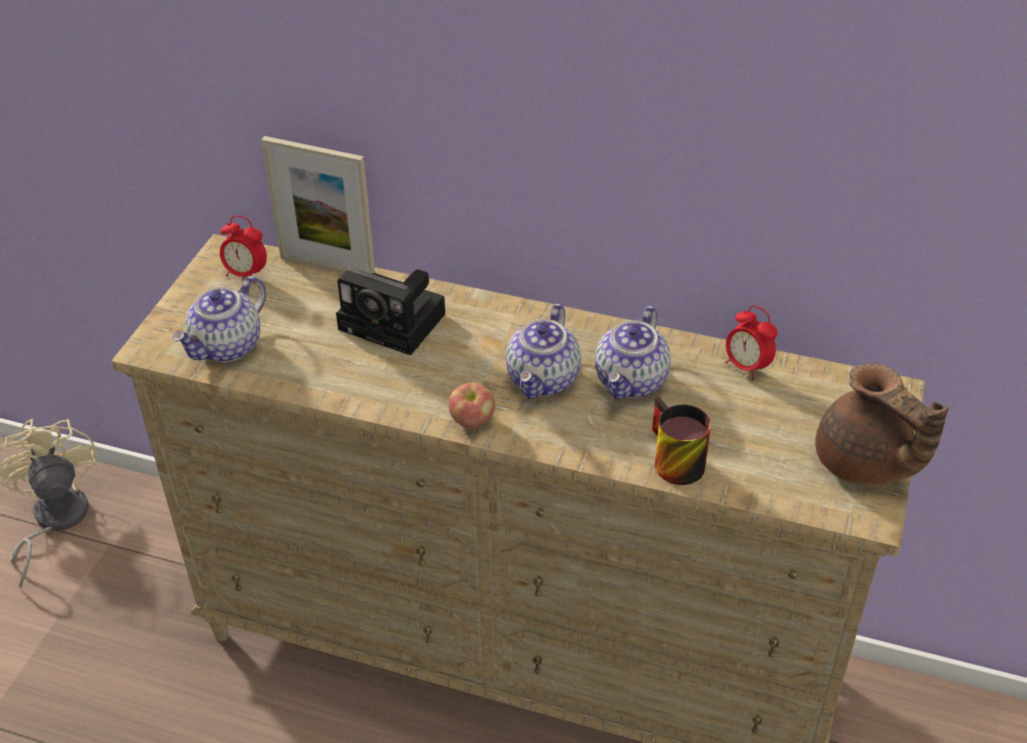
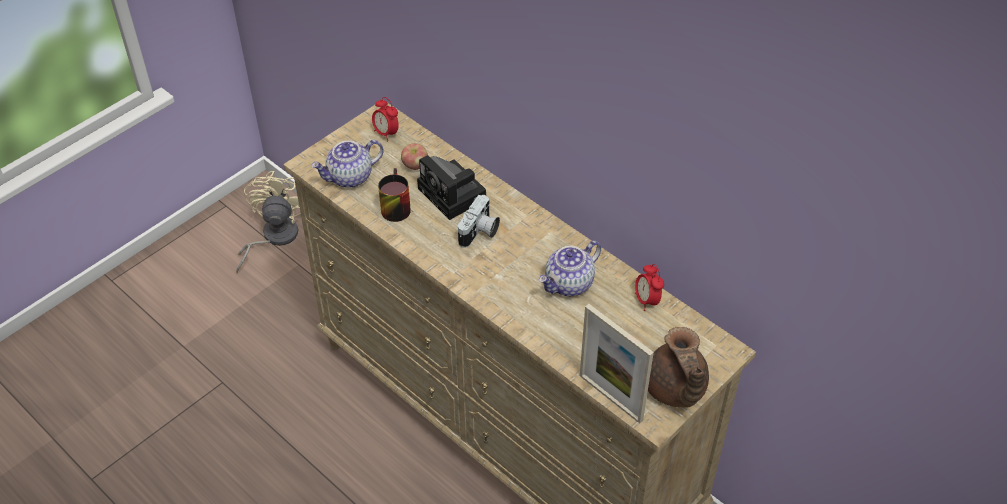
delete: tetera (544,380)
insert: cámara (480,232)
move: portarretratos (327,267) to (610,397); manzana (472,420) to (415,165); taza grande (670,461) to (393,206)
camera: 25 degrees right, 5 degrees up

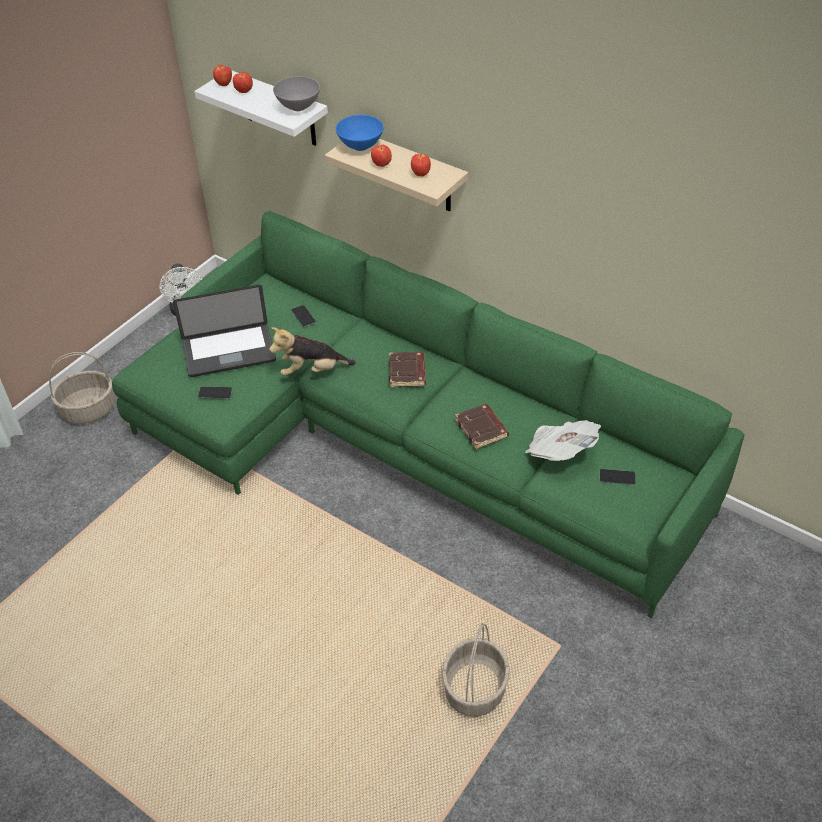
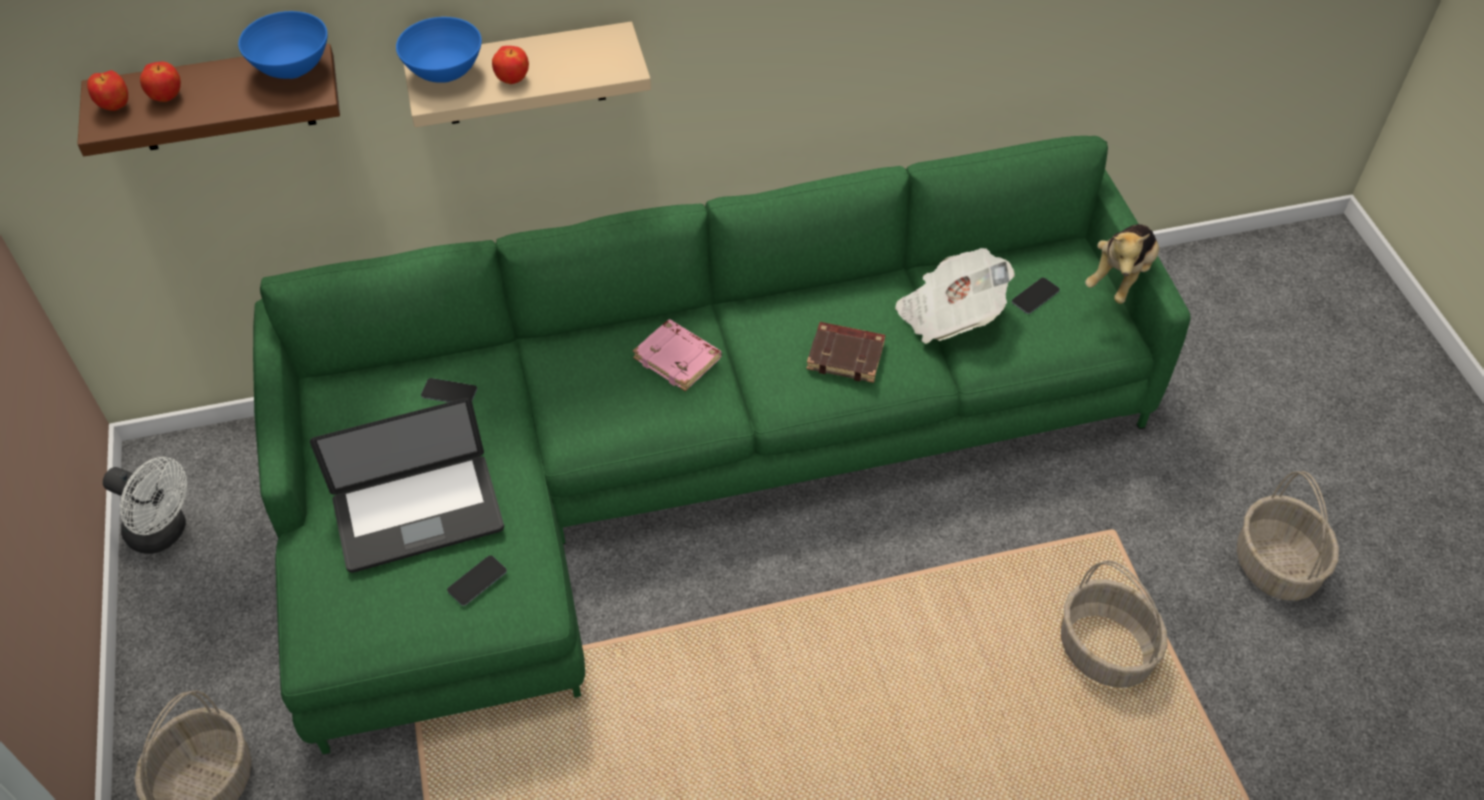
delete: manzana (420,174)
insert: cesta (1277,566)
move: peluche (312,370) to (1120,277)
recolor: estante/blanco (279,109) to estante/marrón (221,99); cuenco/gris (299,107) to cuenco/azul (294,70); libro/marrón (408,373) to libro/rosa (679,358)
rotate: portátil (229,352) = (418,514) 45 degrees clockwise
camera: 50 degrees left, 5 degrees up

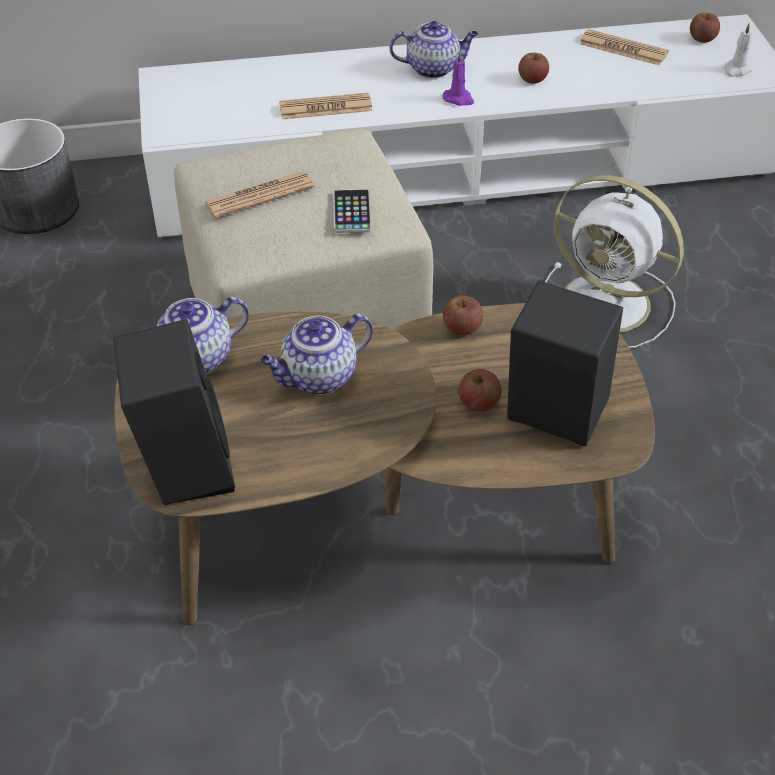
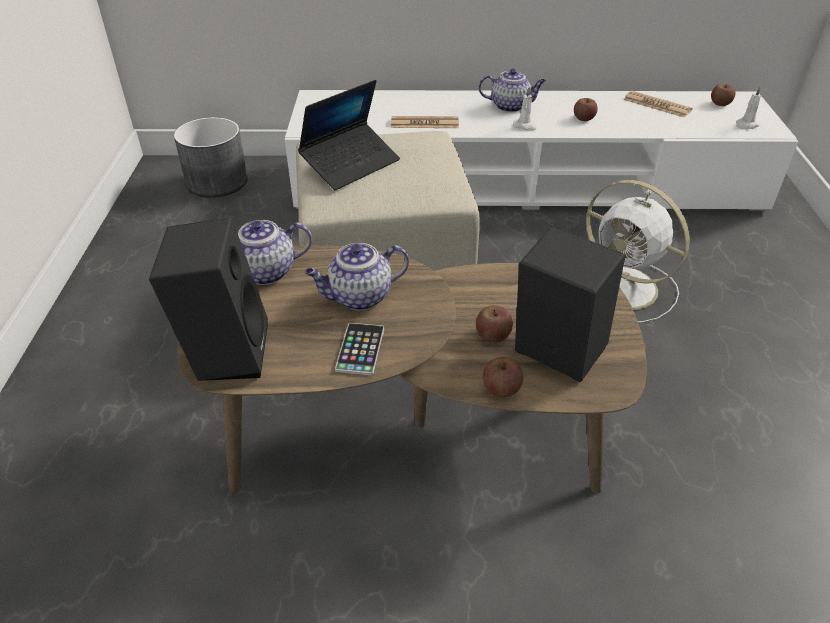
move: móvil (352,212) to (360,349); manzana (462,328) to (501,388)
replace: periódico (259,195) to portátil (351,164)
recolor: vela/morado (459,99) to vela/blanco (525,126)
camera: 10 degrees right, 5 degrees down

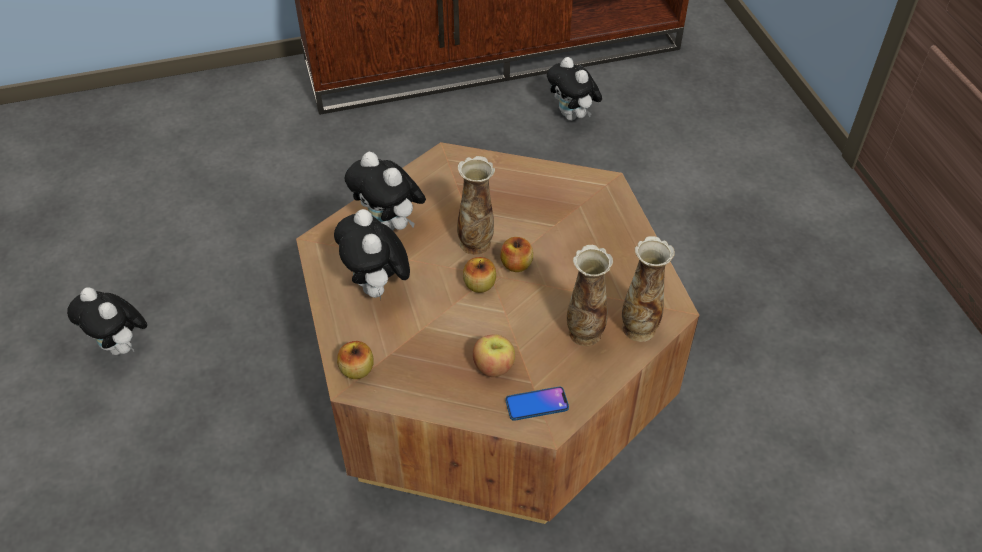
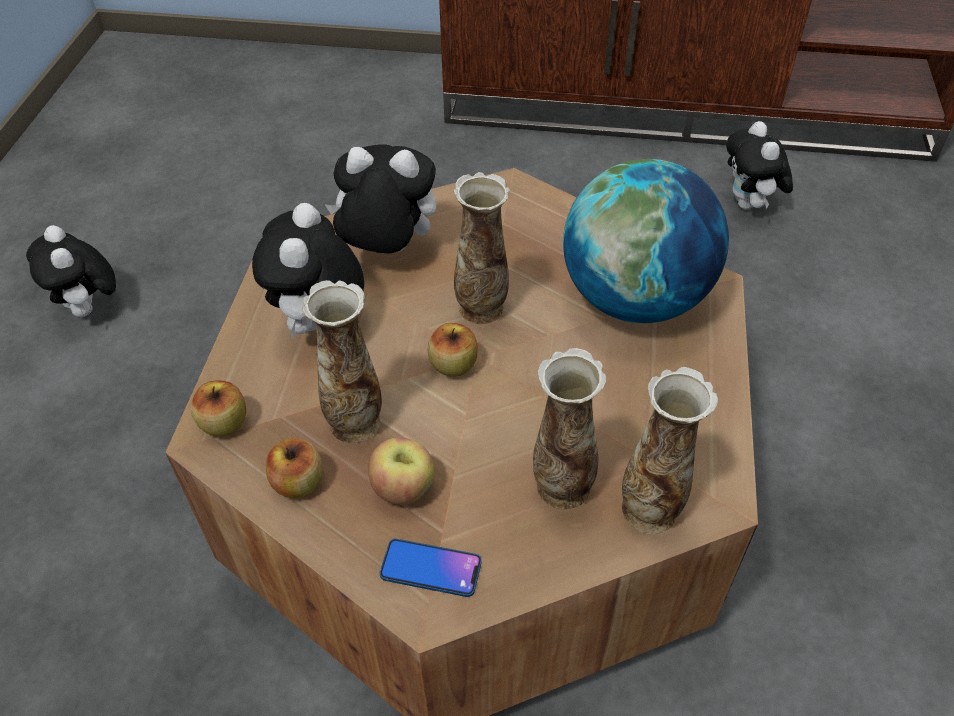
insert: globo terráqueo (634,299); florero (355,421)
move: manzana (516,265) to (298,483)
rotate: peluche (390,225) = (387,250) 120 degrees clockwise
camera: 25 degrees right, 0 degrees up

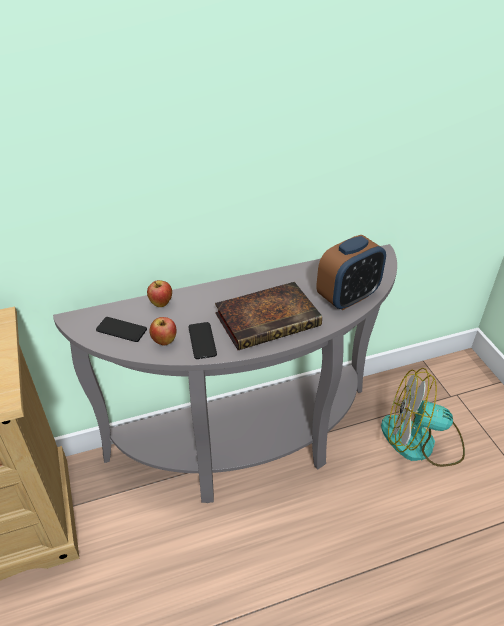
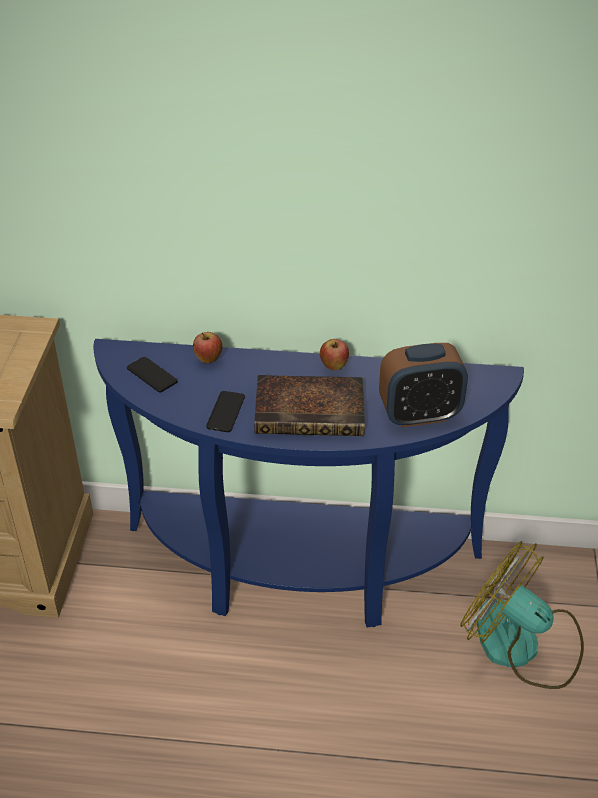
move: manzana (164,341) to (334,367)
recolor: mesa consola/gris (249,447) to mesa consola/azul (299,573)
camera: 25 degrees right, 0 degrees up

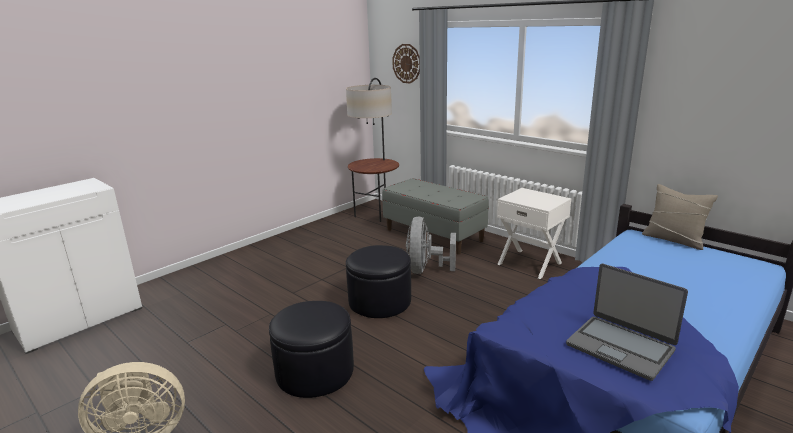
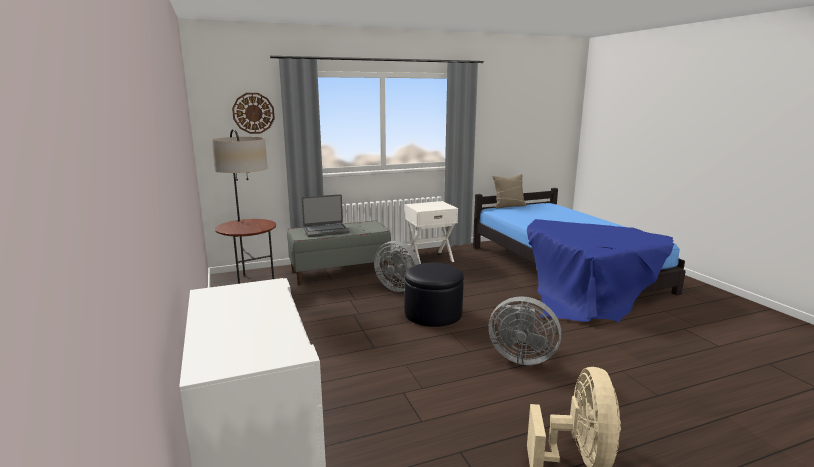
move: portátil (620,347) to (326,231)
replace: puf/negro (315,372) to ventilador/gris (520,357)
camera: 65 degrees left, 5 degrees down

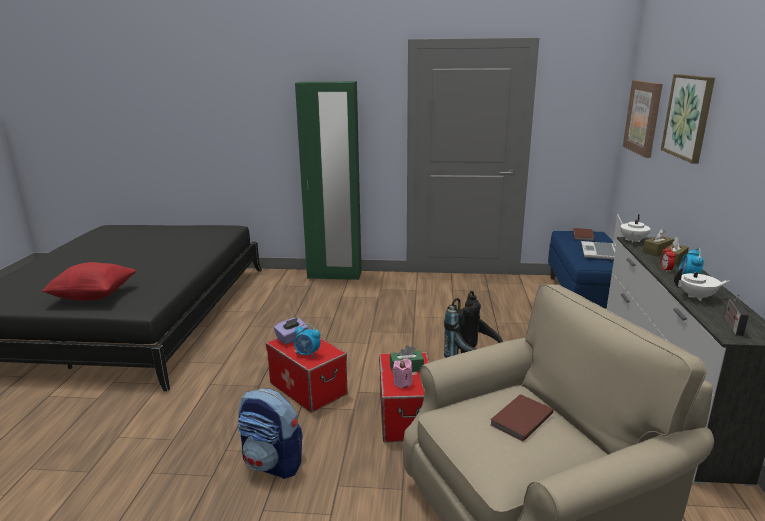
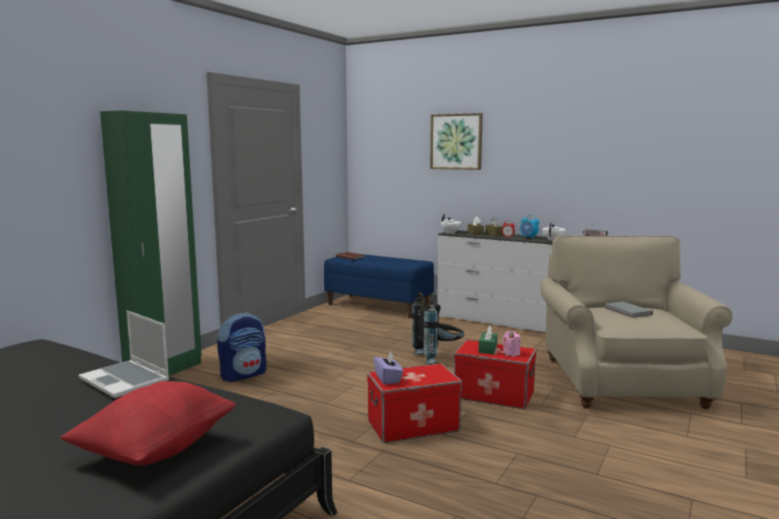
delete: cuadro (643,117); despertador (307,354)
move: portátil (600,252) to (126,380); mochila (273,463) to (244,375)
recolor: libro/marrón (519,419) to libro/gris (627,311)
camera: 65 degrees left, 10 degrees down

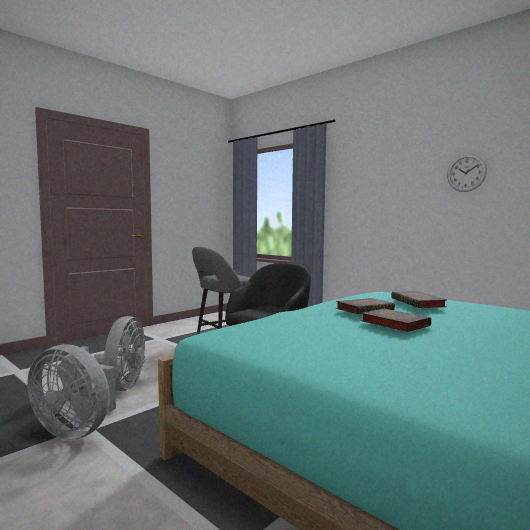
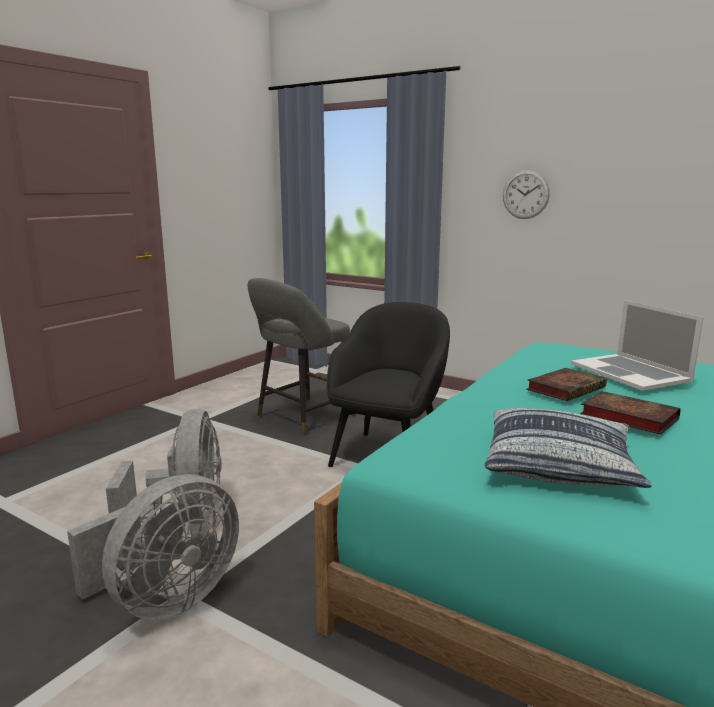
insert: cojín (559,464)
move: reloj de pared (466,173) to (525,194)
replace: libro (419,303) to portátil (630,372)
rotate: ventilador/gris (76,430) = (166,601) 60 degrees counterclockwise
camera: 10 degrees left, 10 degrees up

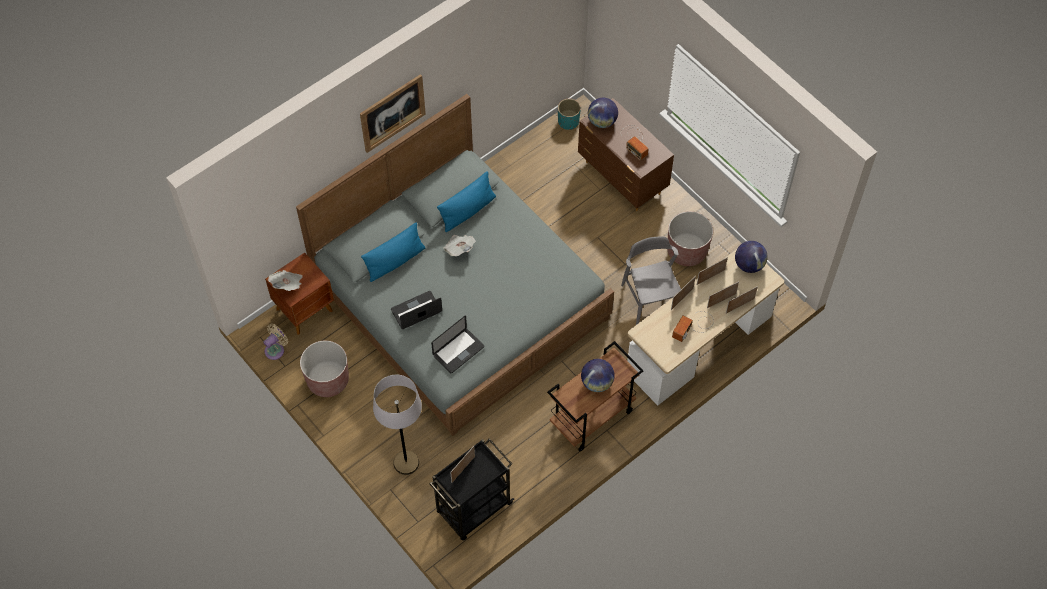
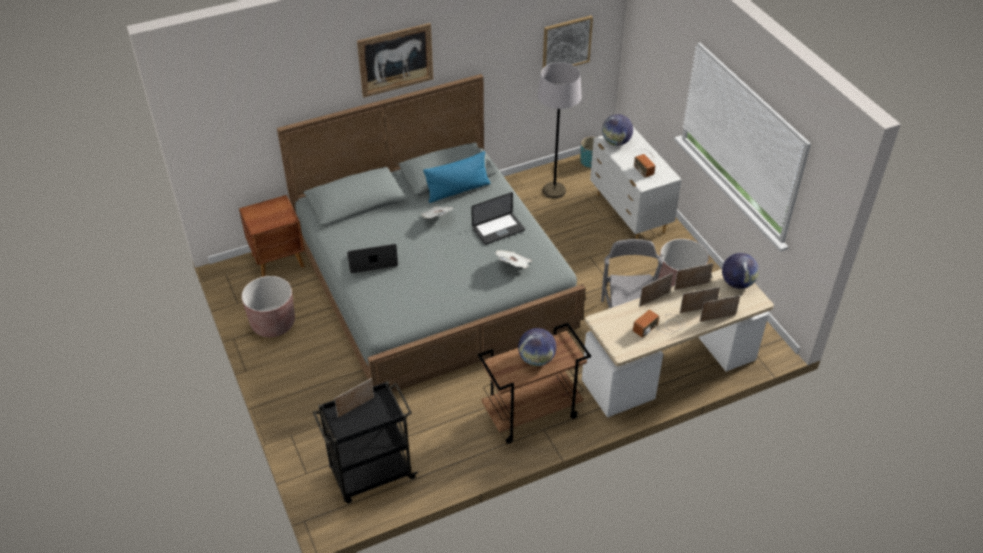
delete: cojín/azul (395,261); ventilador/beis (276,349)
insert: cuadro (566,44)
move: periódico (287,284) to (514,265); portátil (458,351) to (498,229); lámpara de pie/gris (406,463) to (554,191)
recolor: cómoda/marrón (622,179) to cómoda/blanco (629,214)
camera: 15 degrees right, 15 degrees down

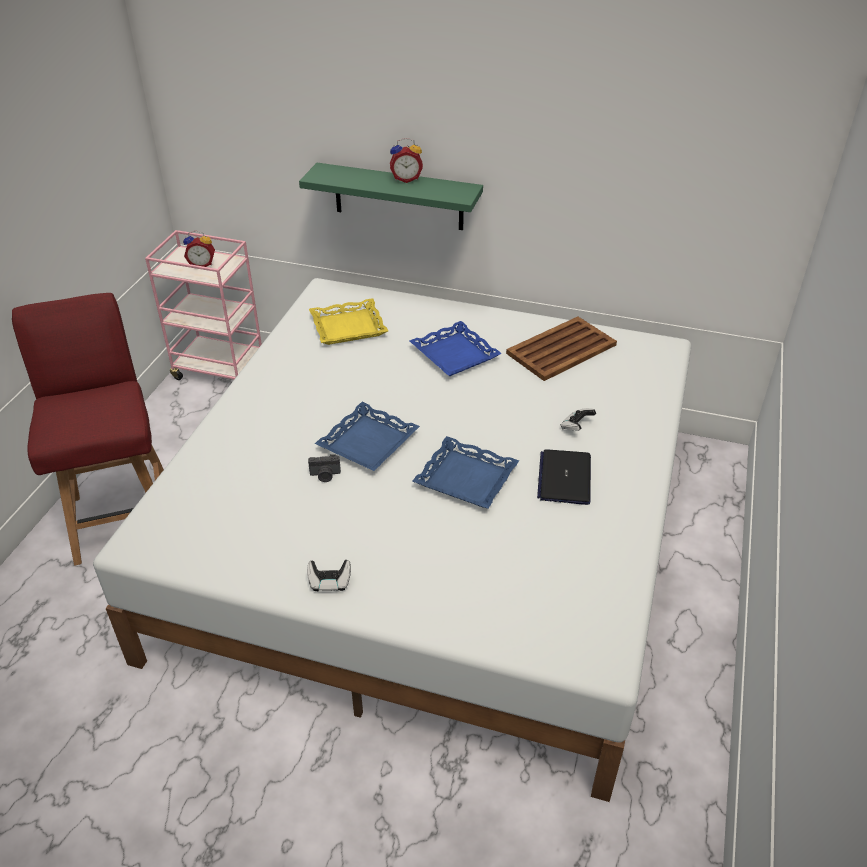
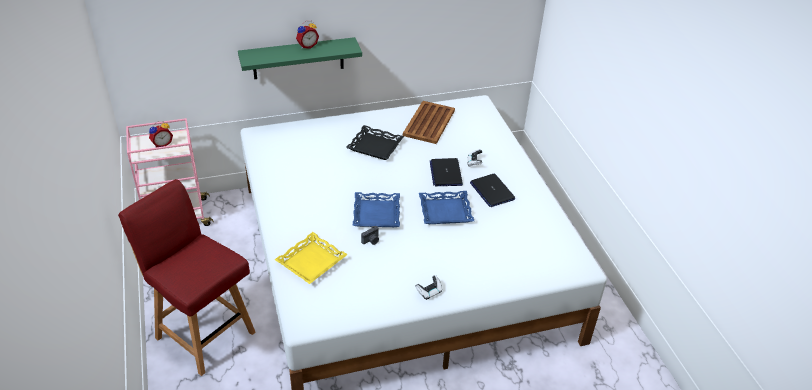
insert: portátil (445,173)
move: bandeja/amarillo (348,327) to (311,262)
recolor: bandeja/azul (455,354) to bandeja/negro (375,146)
camera: 35 degrees left, 0 degrees up

